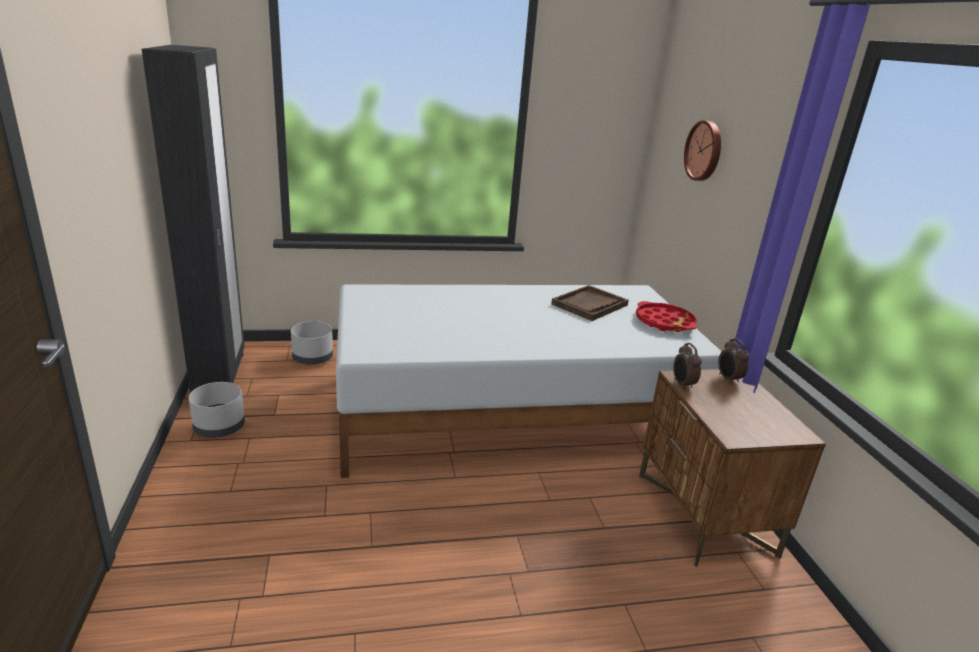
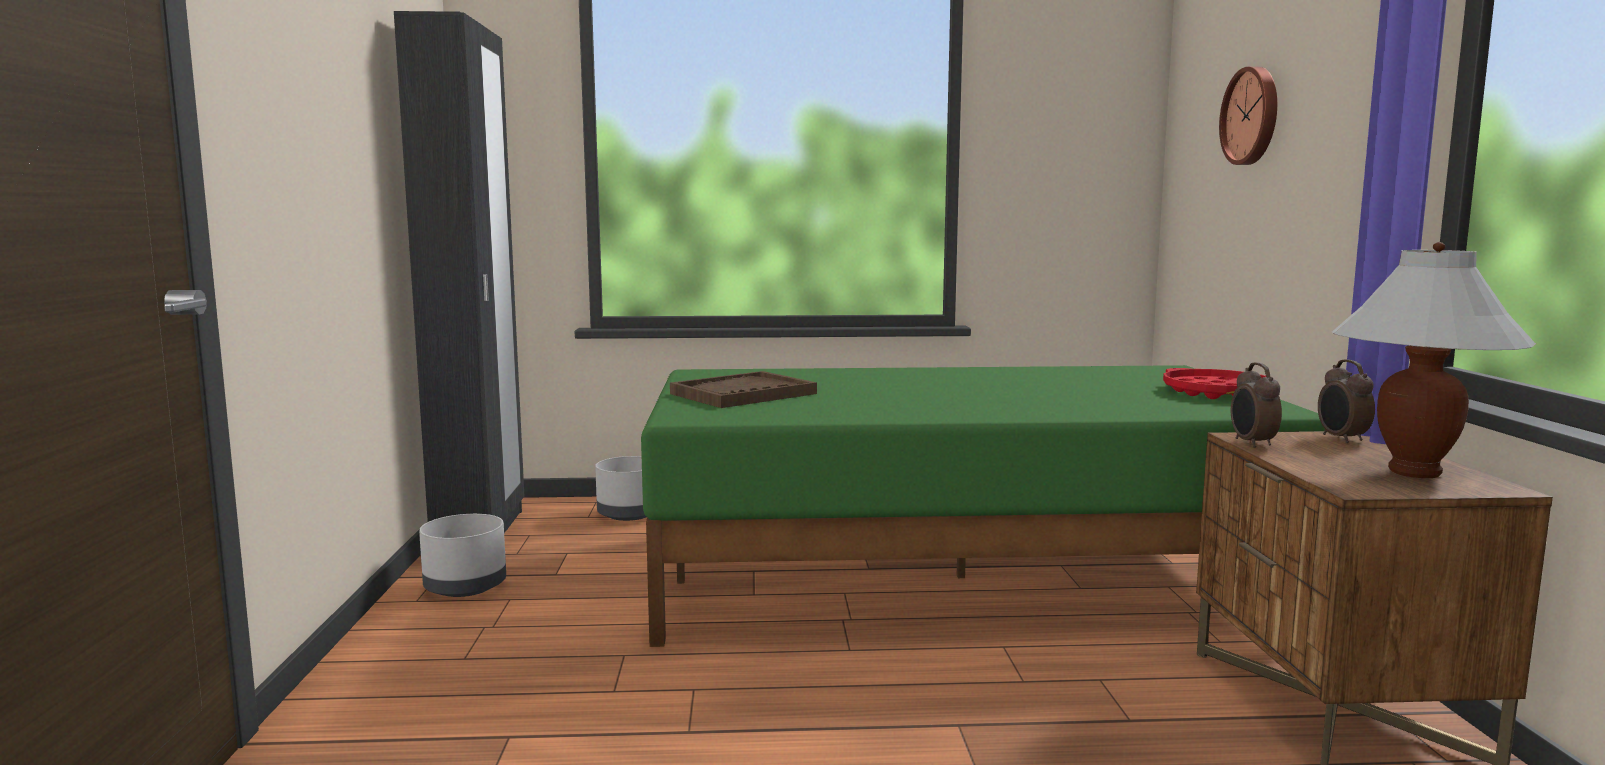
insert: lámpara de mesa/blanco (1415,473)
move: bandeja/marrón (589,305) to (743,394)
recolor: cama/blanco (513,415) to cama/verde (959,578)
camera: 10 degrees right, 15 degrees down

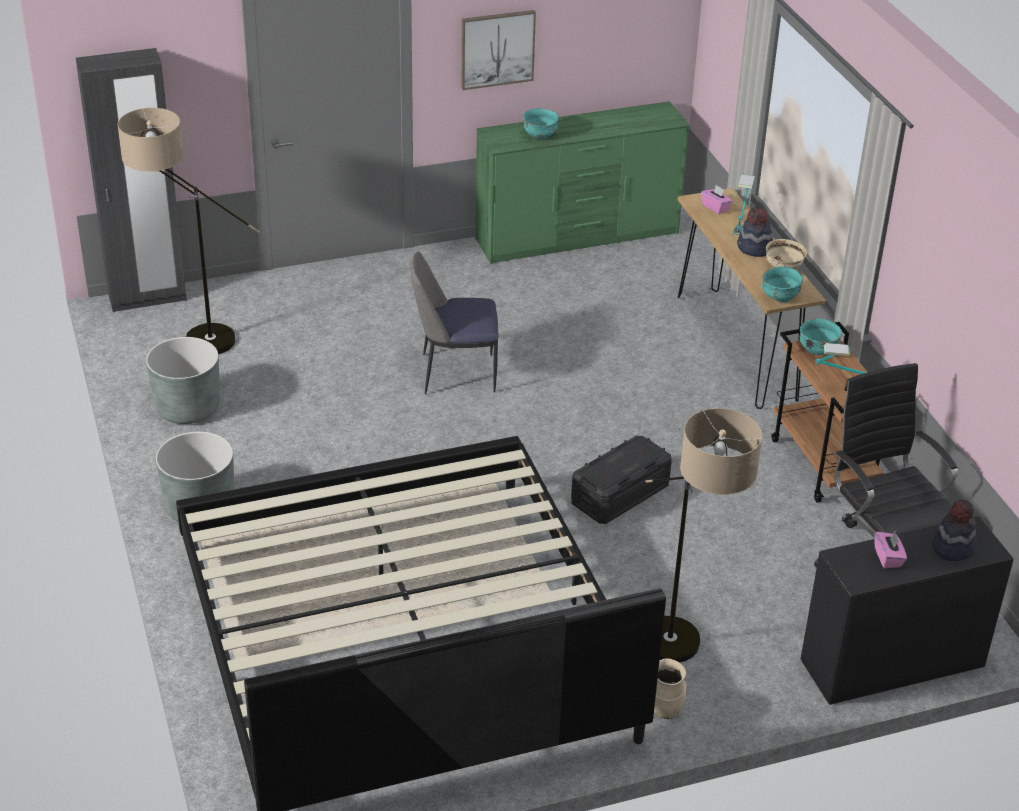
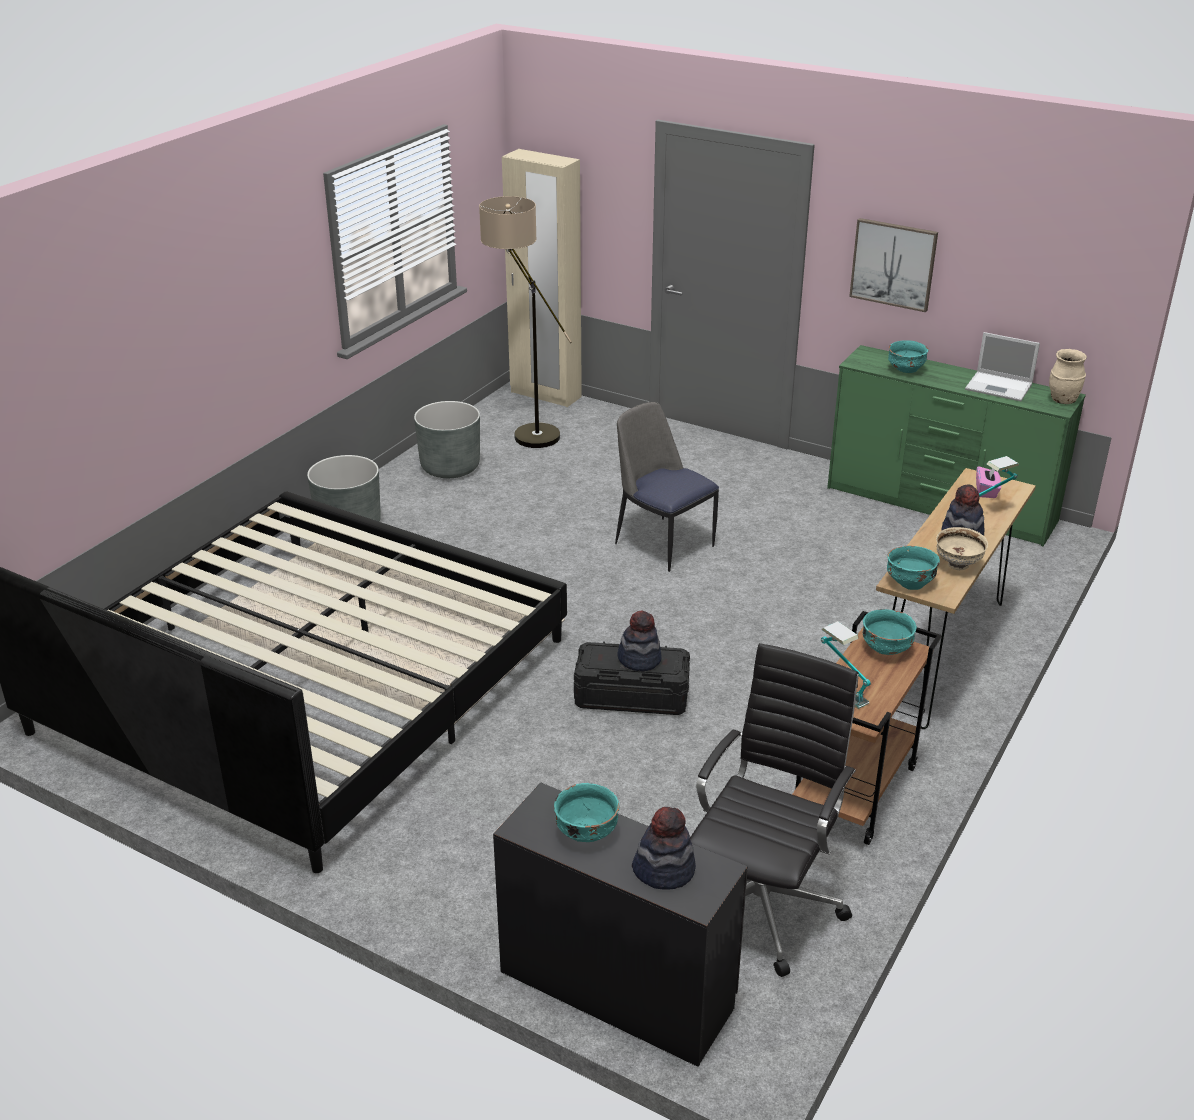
delete: lámpara de pie (682,657)
insert: portátil (1000,387); sombrero (639,659)
move: florero/beis (665,710) to (1063,400)
replace: caja de pañuelos/rosa (888,558) to cuenco/turquesa (586,832)
recolor: armario ropero/negro (147,299) to armario ropero/beis (545,395)
camera: 50 degrees right, 5 degrees down

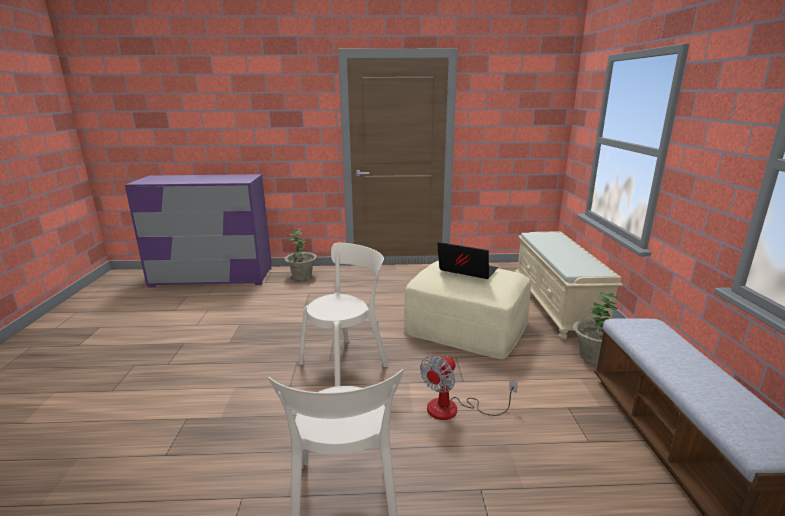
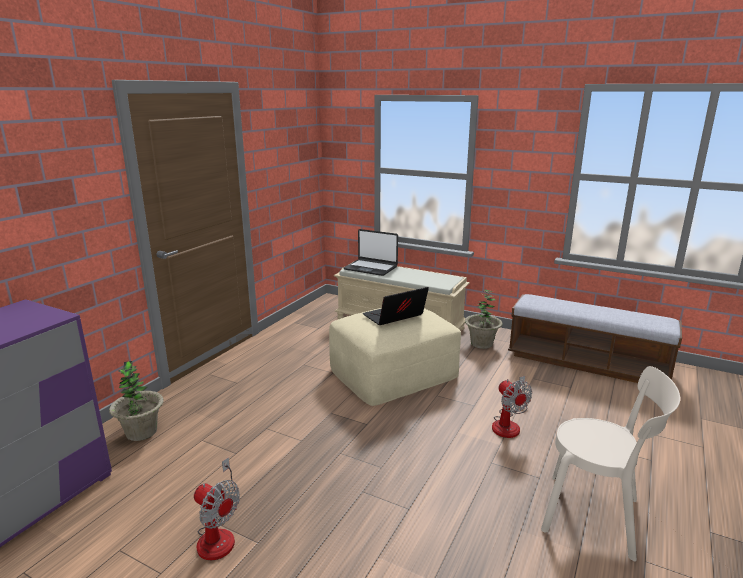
delete: silla/beis (346,363)
insert: portátil (371,268); ventilador (219,534)
camera: 60 degrees left, 0 degrees up

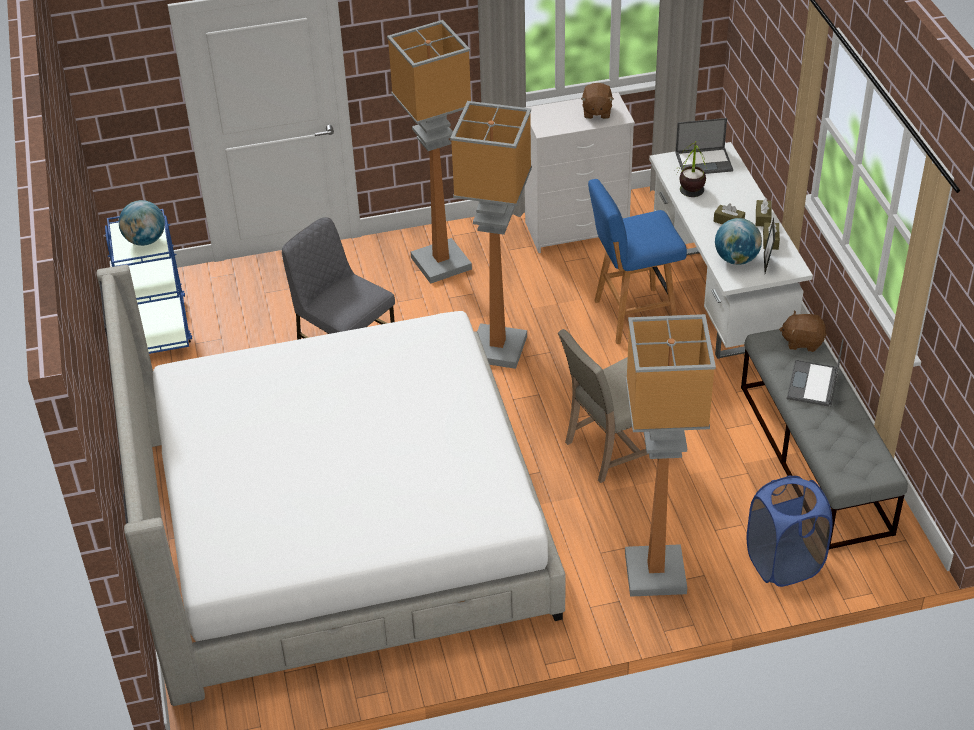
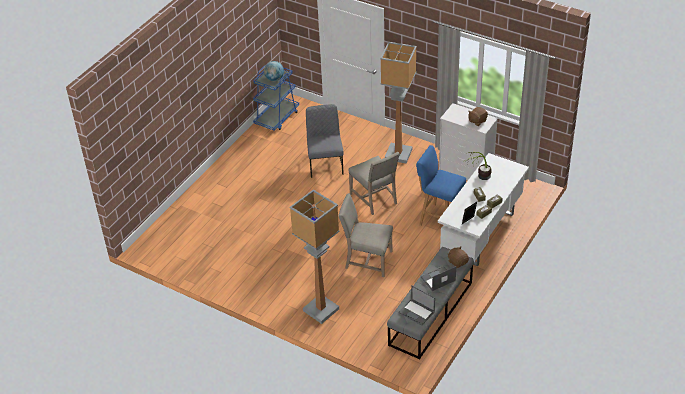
delete: globo terráqueo (736,259); cama (339,527); cesto de la ropa/azul (783,563)
move: portátil (704,161) to (417,312)
replace: lámpara de pie (498,349) to silla/beis (375,199)
camera: 45 degrees right, 0 degrees up

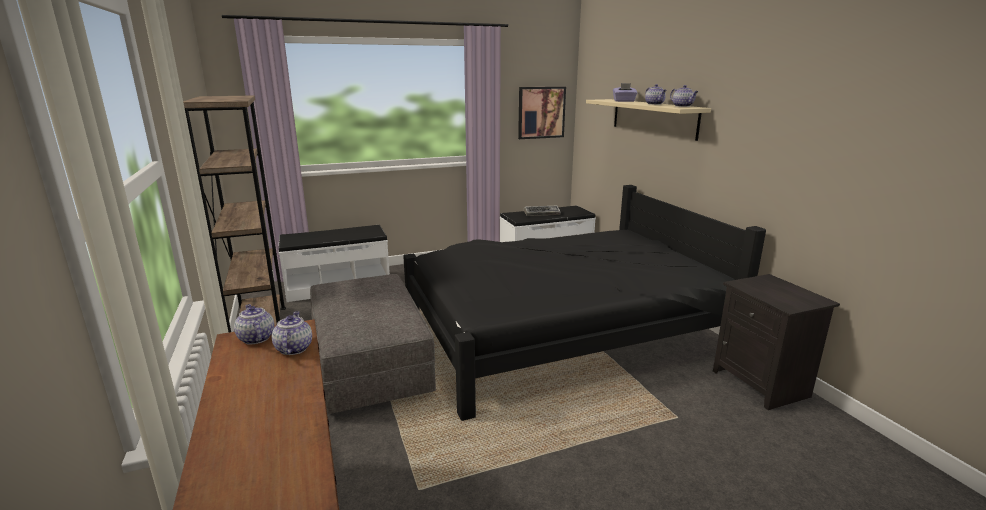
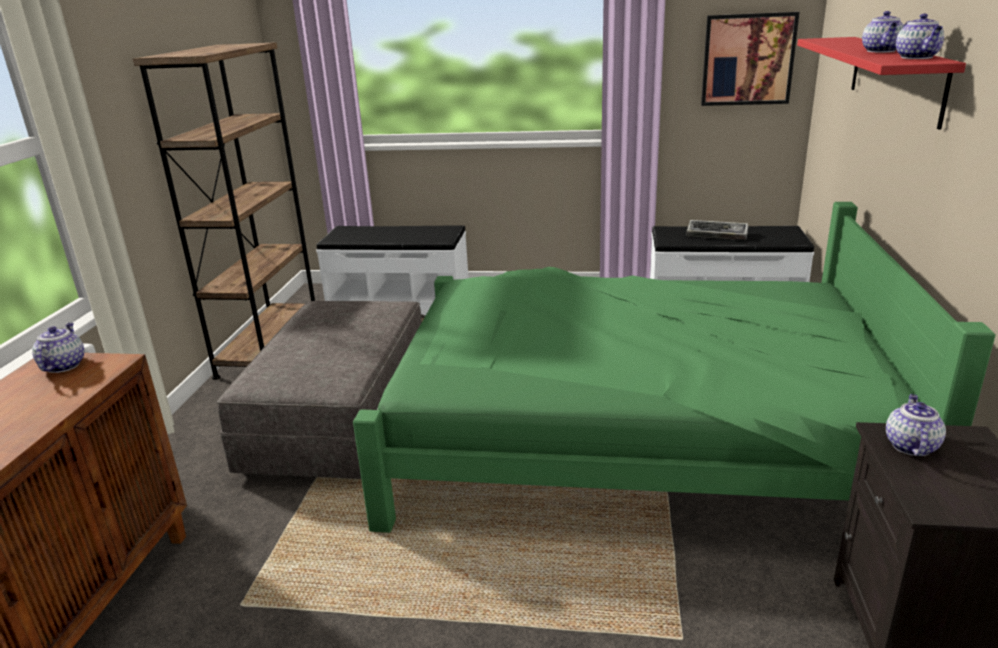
delete: caja de pañuelos/morado (624,101)
move: tetera (293,348) to (910,445)
recolor: estante/beis (653,118) to estante/rojo (895,77); cama/negro (559,331) to cama/verde (628,436)
camera: 30 degrees right, 5 degrees up

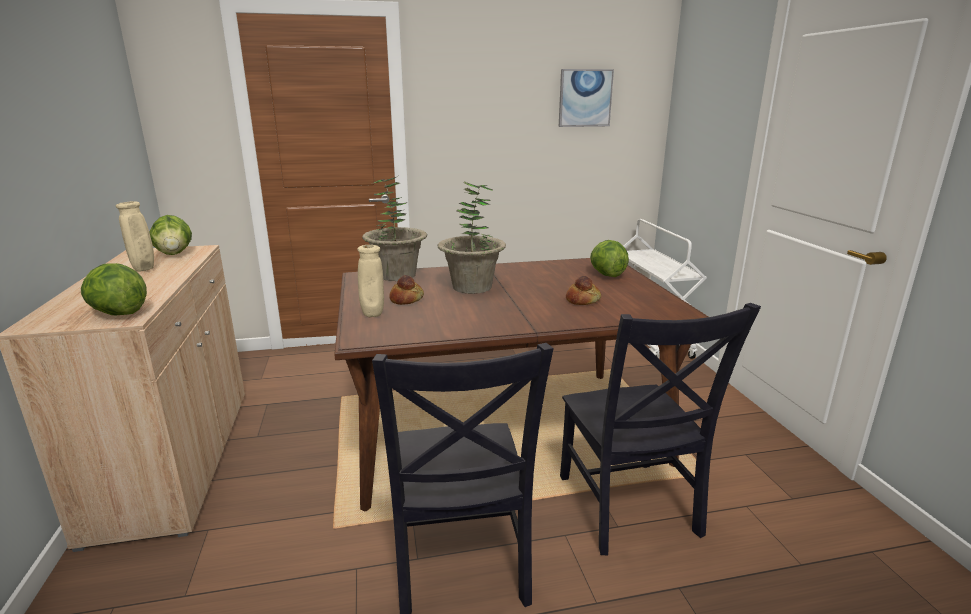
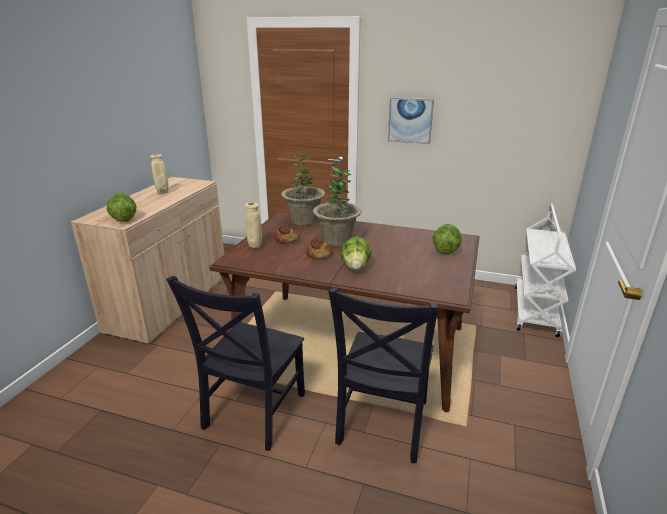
move: cuadro (585,98) to (410,120); lechuga (174,253) to (355,267); pan (583,300) to (319,255)
camera: 30 degrees right, 5 degrees up

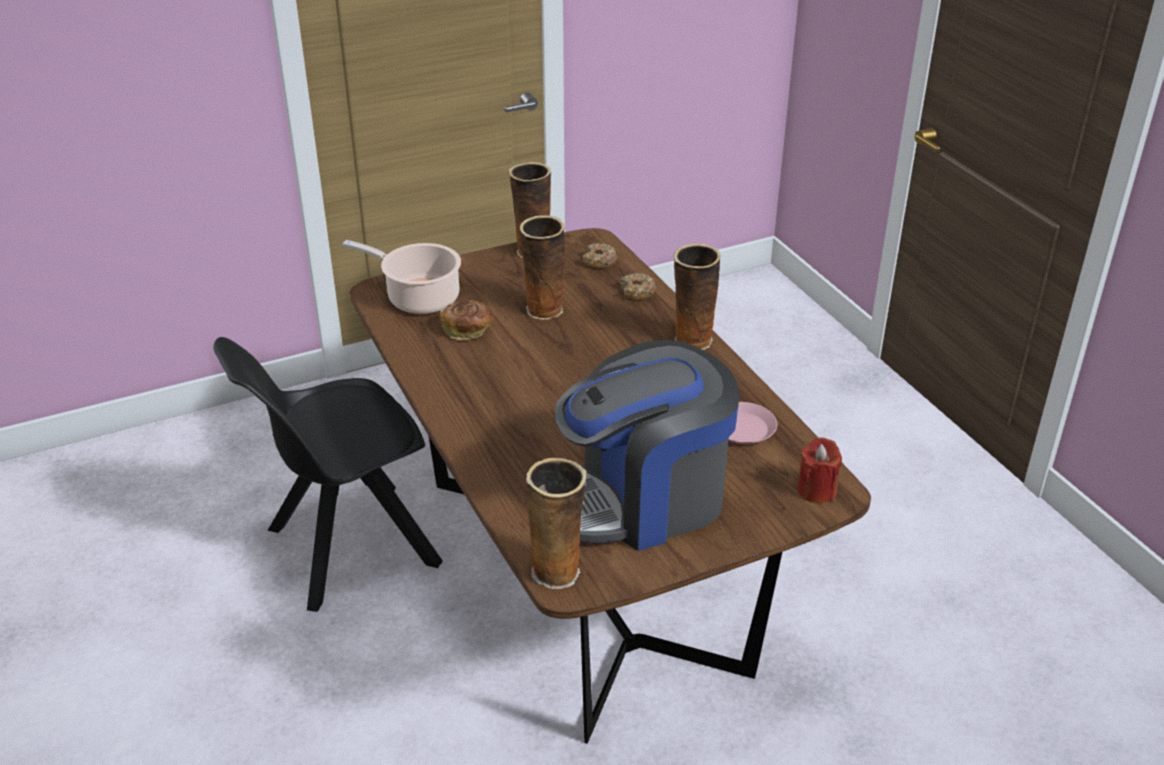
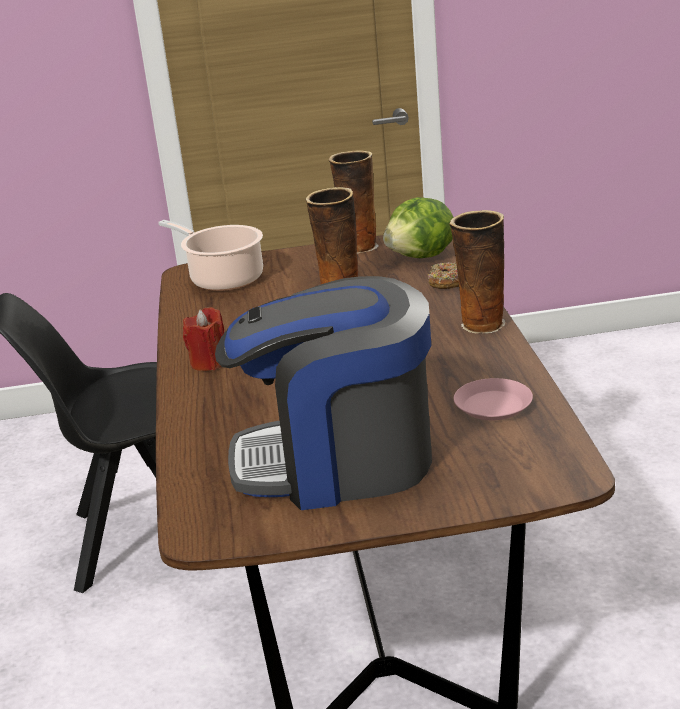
delete: pan (468,330); florero (558,571)
move: vela/rojo (816,490) to (209,362)
replace: rosquilla (599,262) to lechuga (422,256)
camera: 20 degrees right, 10 degrees down

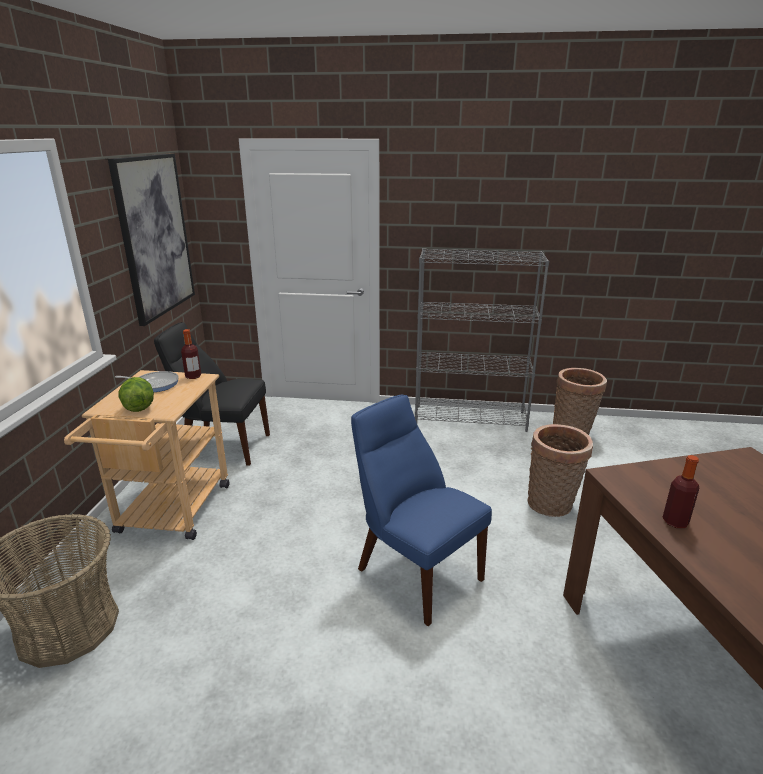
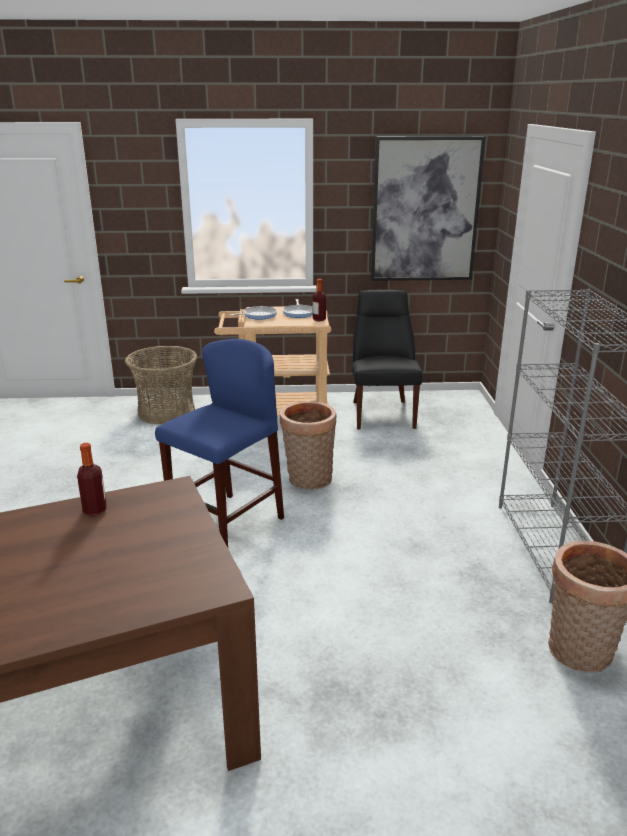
move: cesta (552,505) to (308,481)
replace: lechuga (139,407) to sartén (258,315); silla/azul (415,571) to taburete/azul (227,525)
camera: 80 degrees right, 0 degrees up

